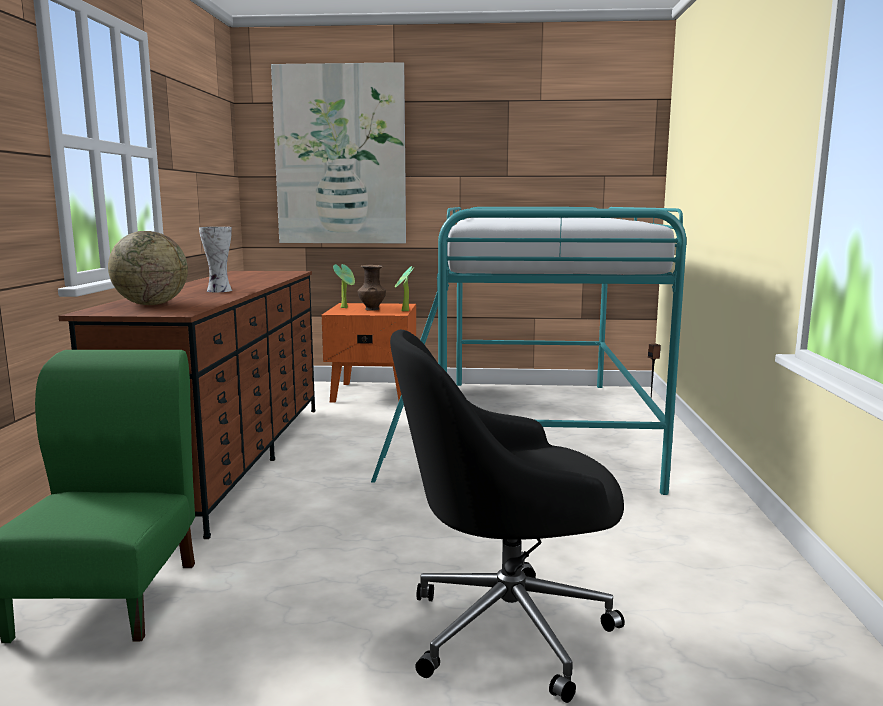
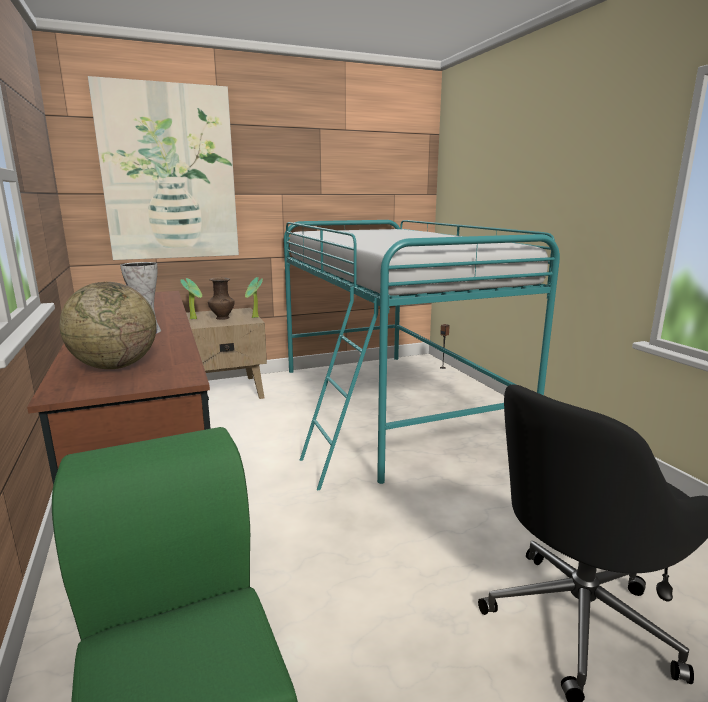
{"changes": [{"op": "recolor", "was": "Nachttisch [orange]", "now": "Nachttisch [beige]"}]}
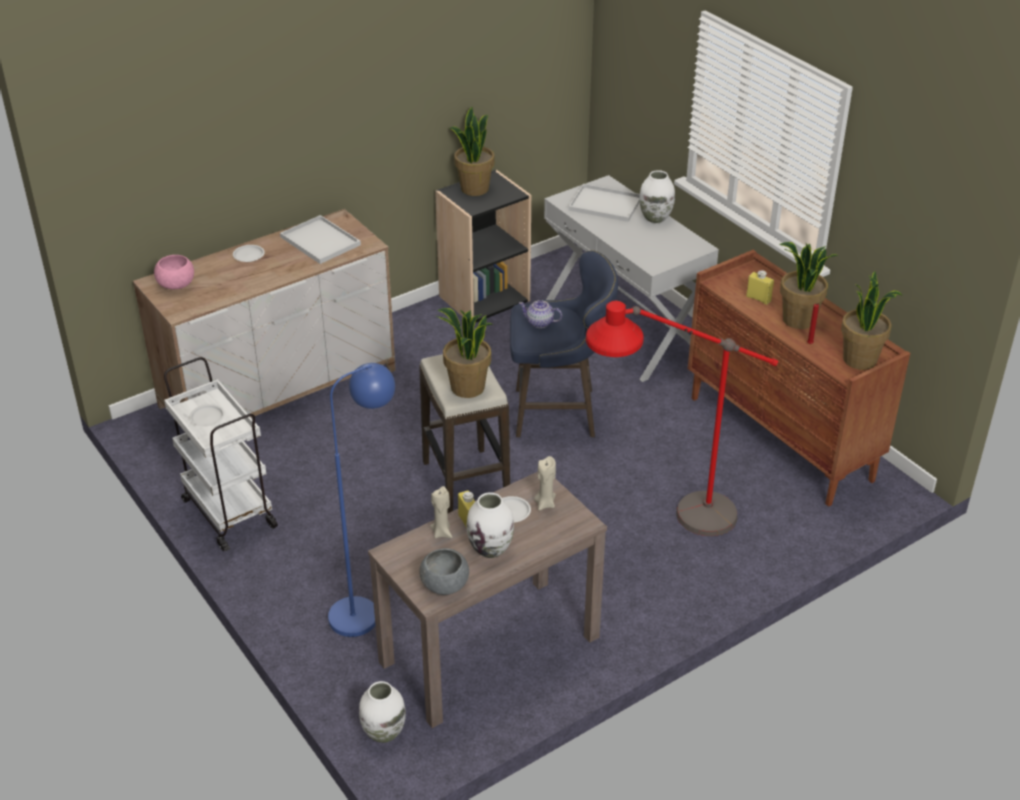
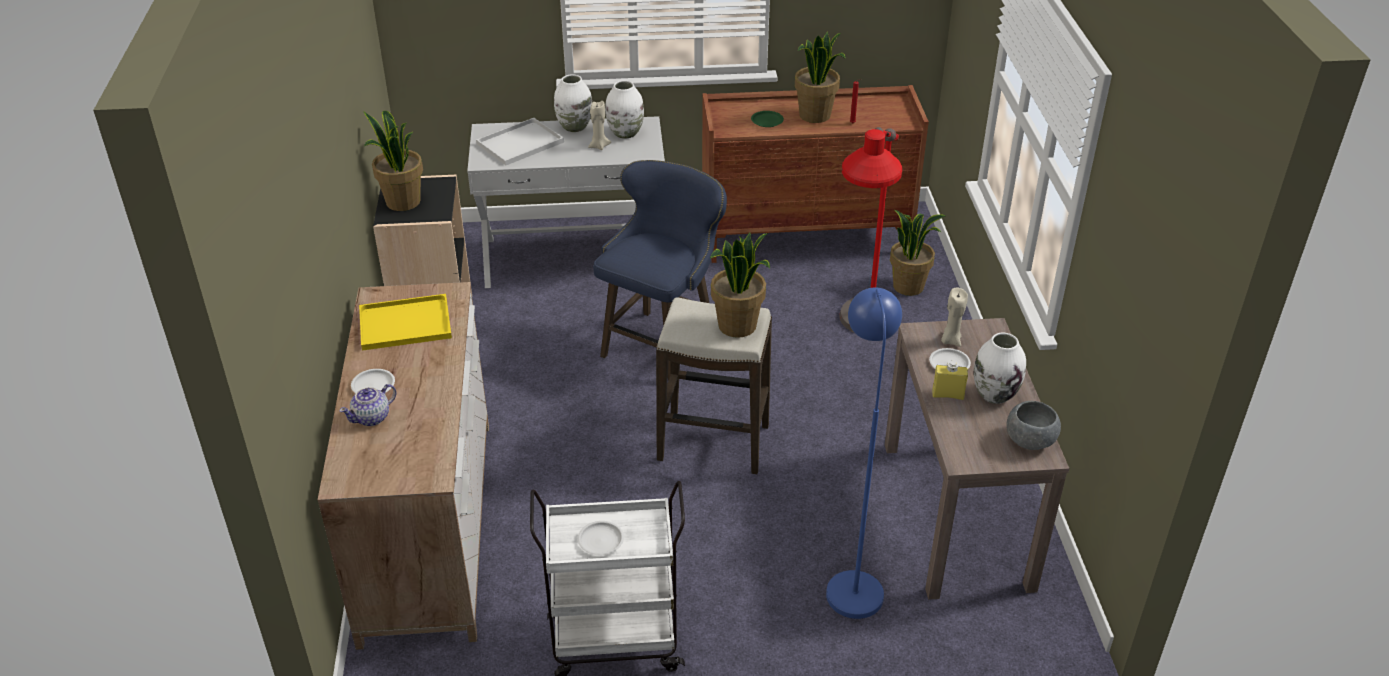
{"changes": [{"op": "delete", "was": "Schüssel [rosa]"}, {"op": "recolor", "was": "Tablett [weiß] (1st from left)", "now": "Tablett [gelb]"}, {"op": "move", "was": "Vase [weiß] (1st from left in the first image)", "now": "Vase [weiß] (2nd from left)"}, {"op": "move", "was": "Kerze [beige] (1st from left)"}, {"op": "move", "was": "Teekanne"}, {"op": "replace", "was": "Flasche [gelb] (2nd from left)", "now": "Teller [grün]"}, {"op": "move", "was": "Topfpflanze (4th from left)"}]}
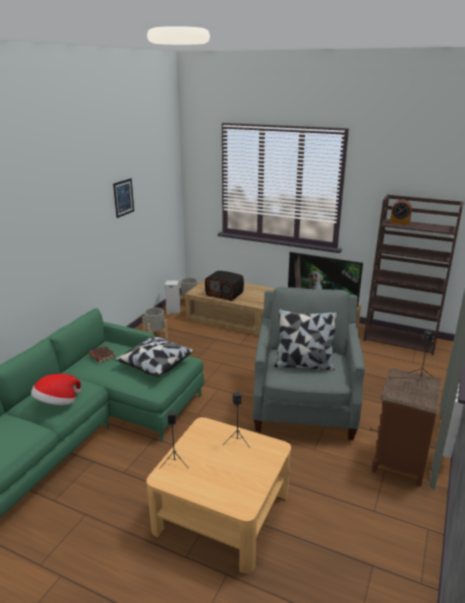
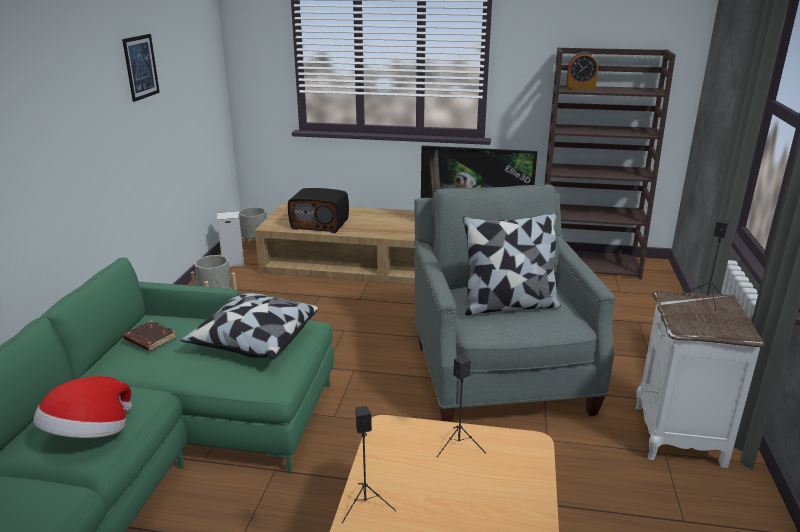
{"changes": [{"op": "recolor", "was": "Nachttisch [braun]", "now": "Nachttisch [weiß]"}]}
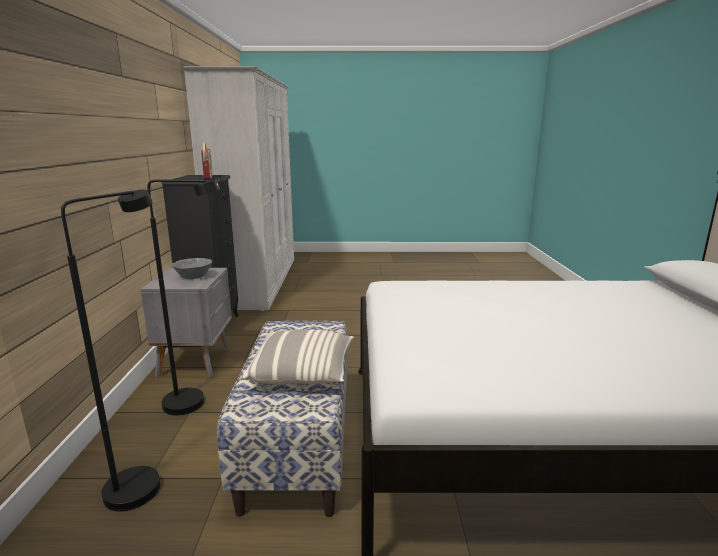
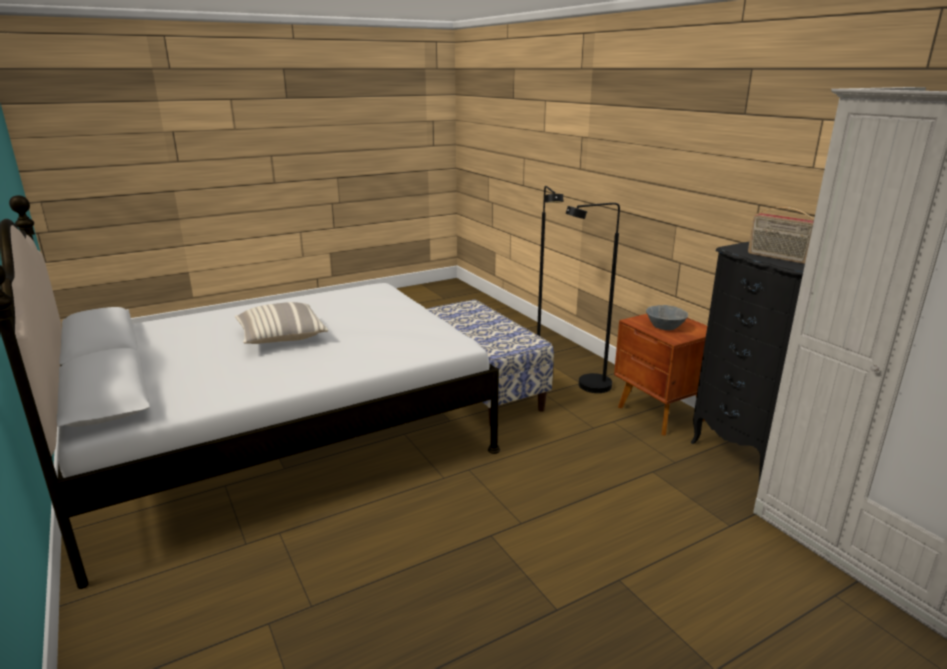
{"changes": [{"op": "recolor", "was": "Nachttisch [grau]", "now": "Nachttisch [braun]"}, {"op": "move", "was": "Kissen"}]}
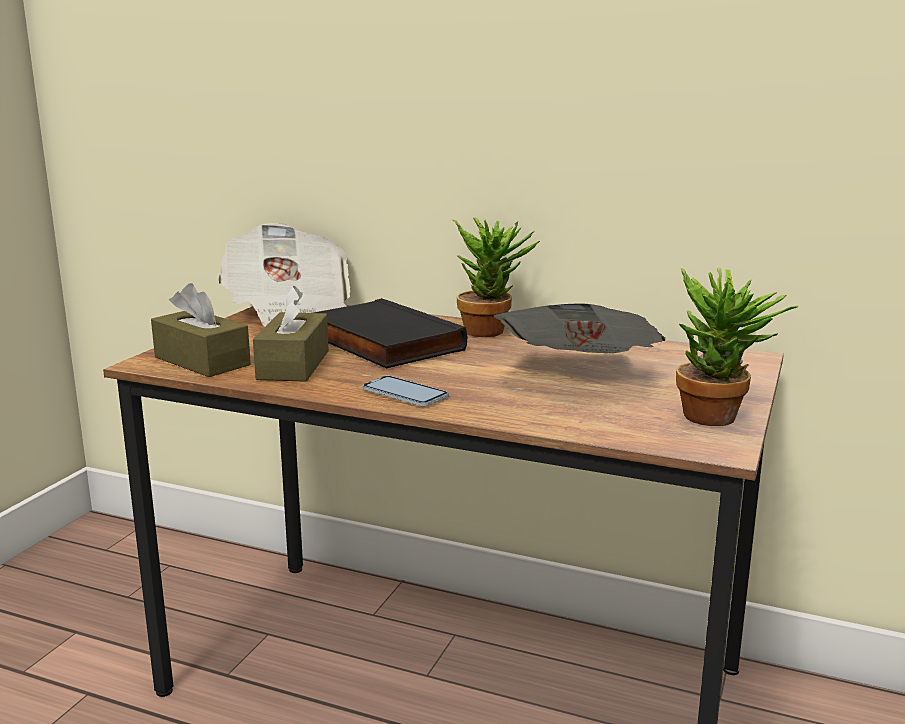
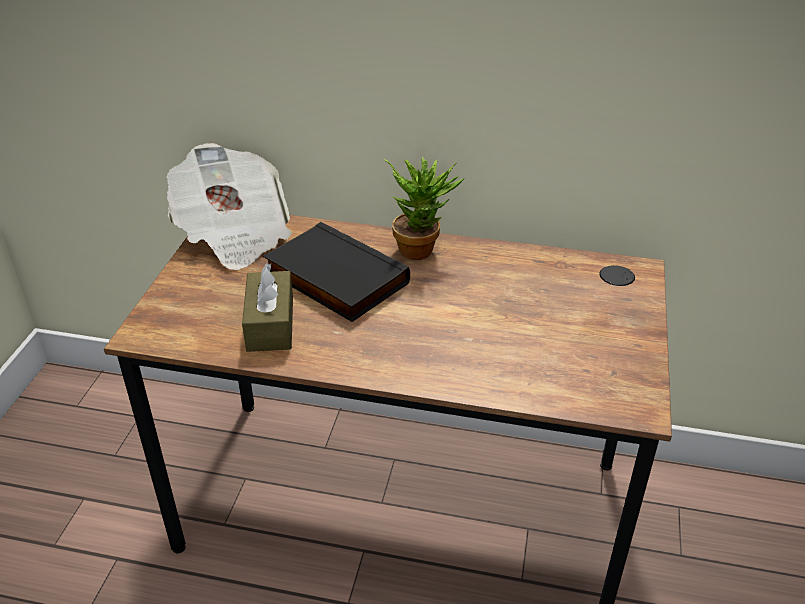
{"changes": [{"op": "delete", "was": "Taschentuchbox [braun] (1st from left)"}, {"op": "delete", "was": "Handy"}, {"op": "delete", "was": "Zeitung (2nd from left)"}, {"op": "delete", "was": "Topfpflanze (2nd from left)"}]}
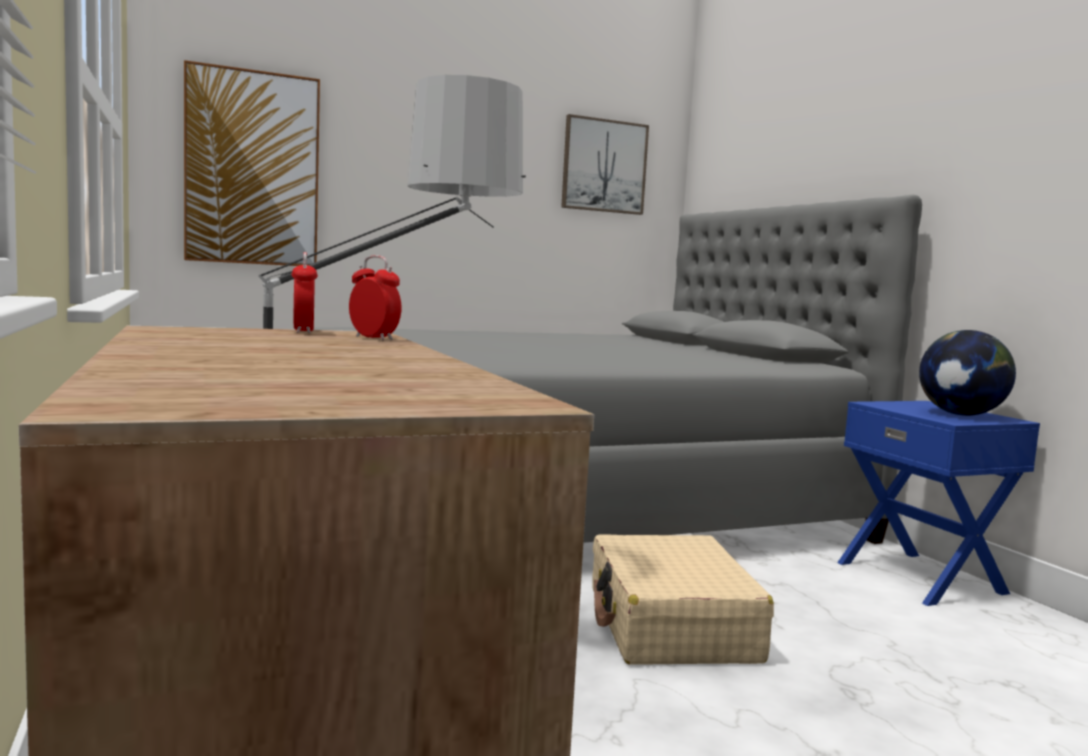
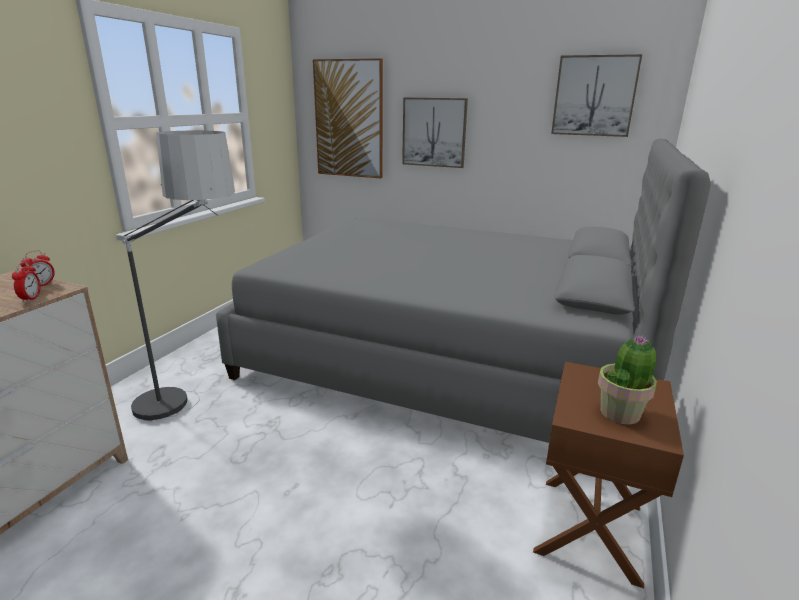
{"changes": [{"op": "delete", "was": "Koffer [beige]"}, {"op": "recolor", "was": "Nachttisch [blau]", "now": "Nachttisch [braun]"}, {"op": "replace", "was": "Globus", "now": "Topfpflanze"}, {"op": "insert", "now": "Bild (2nd from left)"}]}
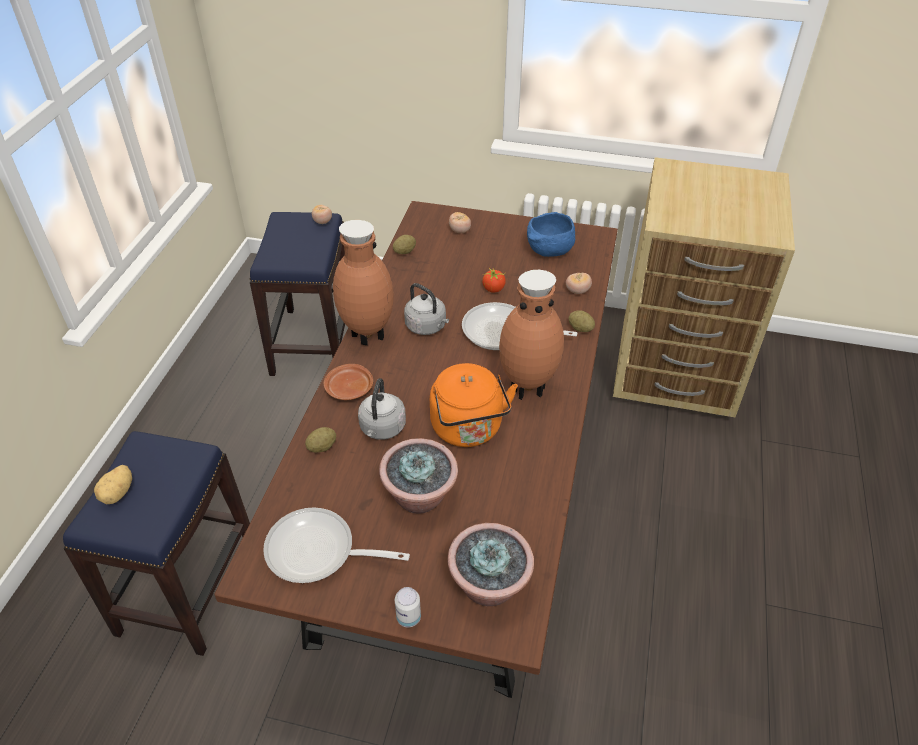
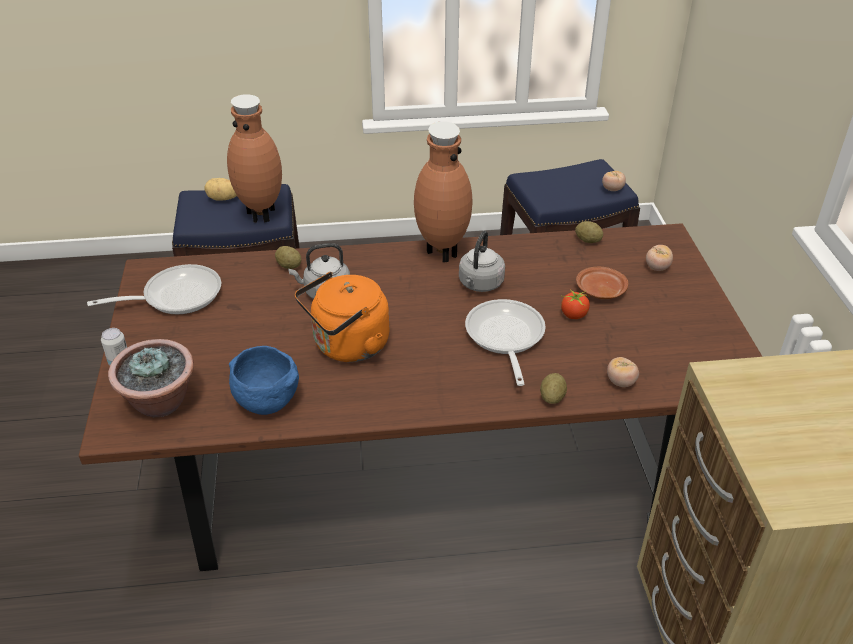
{"changes": [{"op": "rotate", "was": "Pfanne (1st from left)", "clockwise": 75}, {"op": "move", "was": "Teller [braun]"}, {"op": "delete", "was": "Topfpflanze (1st from left)"}, {"op": "move", "was": "Vase [braun] (2nd from left in the first image)", "now": "Vase [braun] (1st from left)"}, {"op": "move", "was": "Schüssel [blau]"}]}
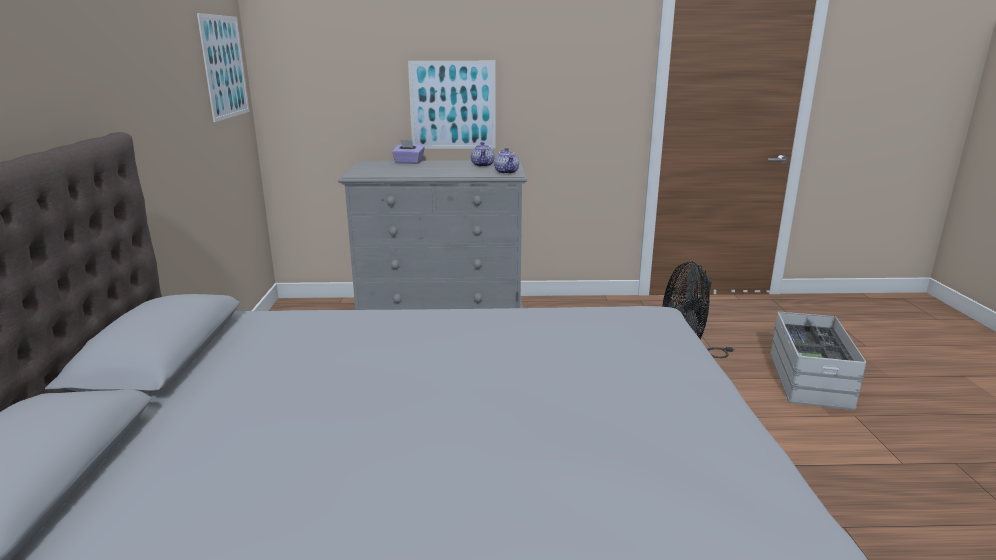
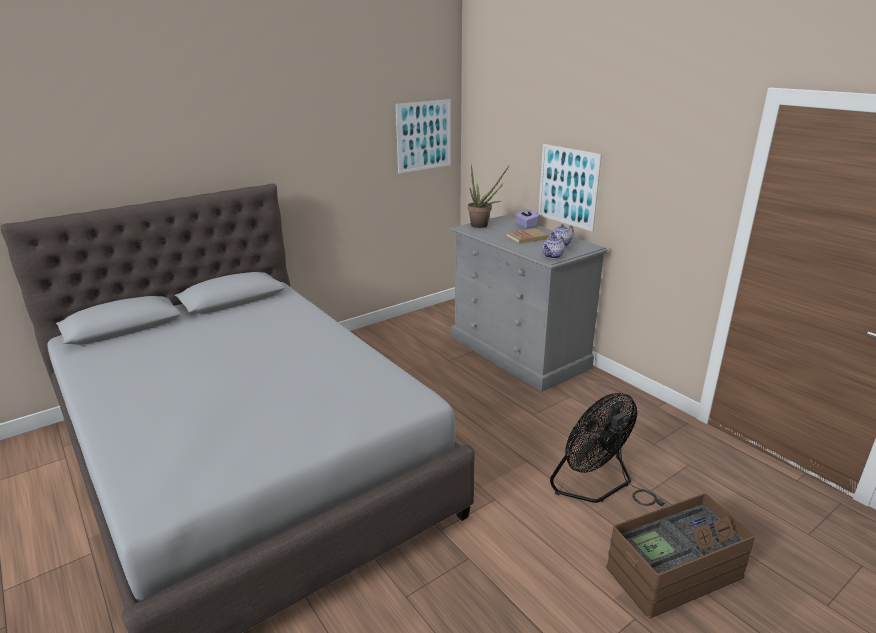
{"changes": [{"op": "recolor", "was": "Aufbewahrungsbox [grau]", "now": "Aufbewahrungsbox [braun]"}, {"op": "insert", "now": "Topfpflanze"}, {"op": "insert", "now": "Buch"}]}
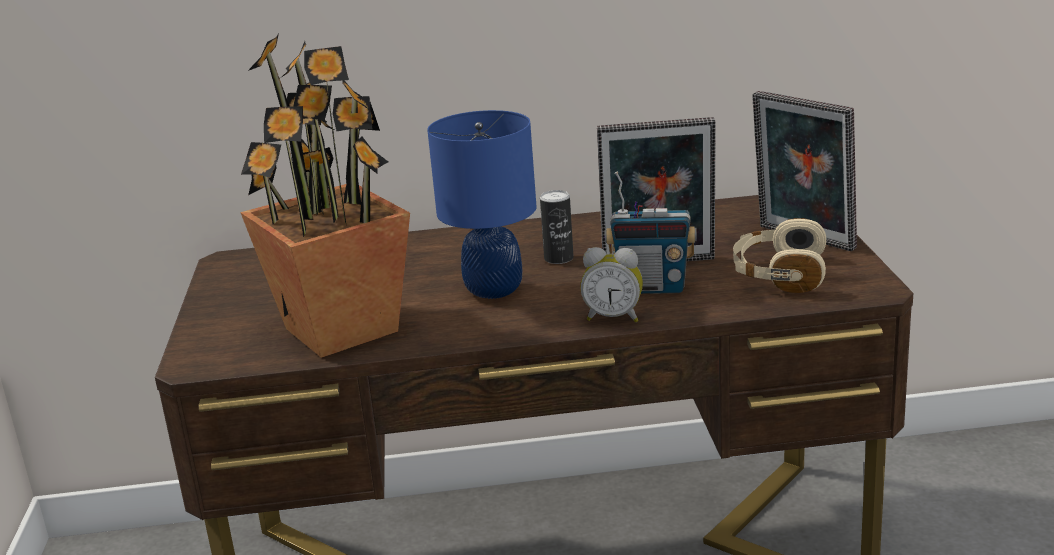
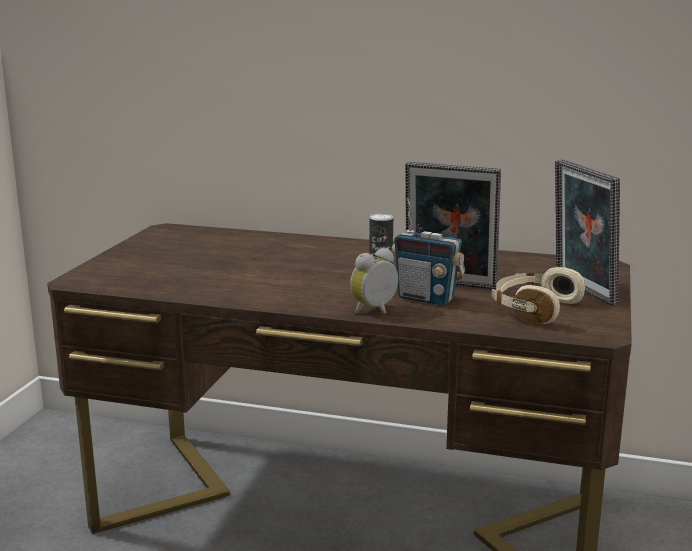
{"changes": [{"op": "delete", "was": "Topfpflanze"}, {"op": "delete", "was": "Tischlampe [blau]"}, {"op": "rotate", "was": "Wecker", "clockwise": 105}]}
